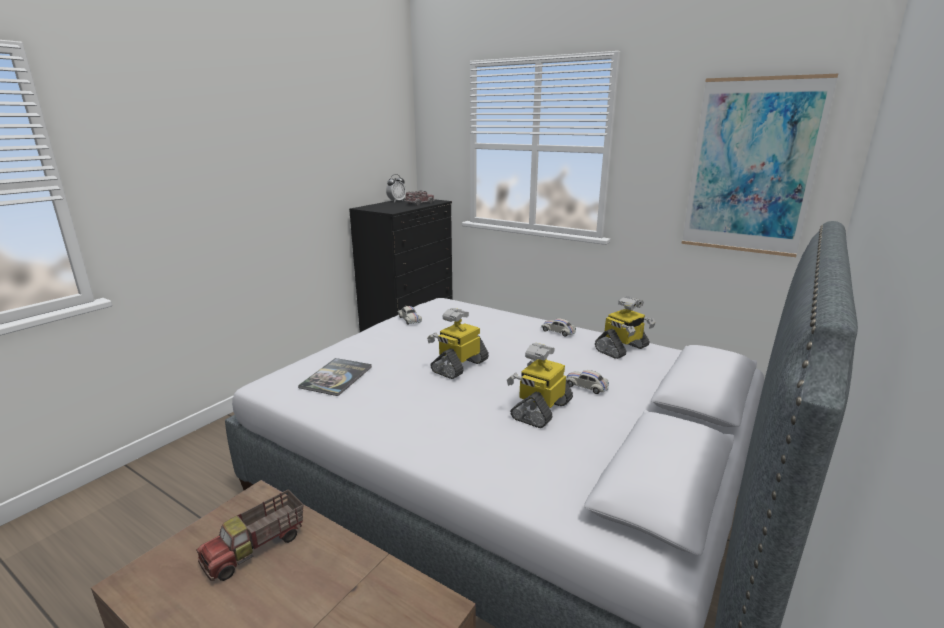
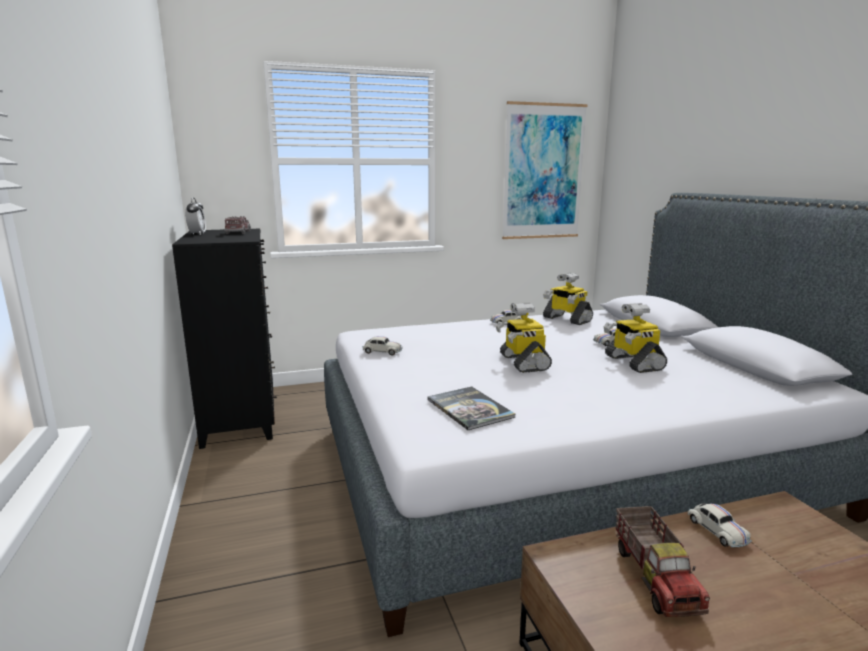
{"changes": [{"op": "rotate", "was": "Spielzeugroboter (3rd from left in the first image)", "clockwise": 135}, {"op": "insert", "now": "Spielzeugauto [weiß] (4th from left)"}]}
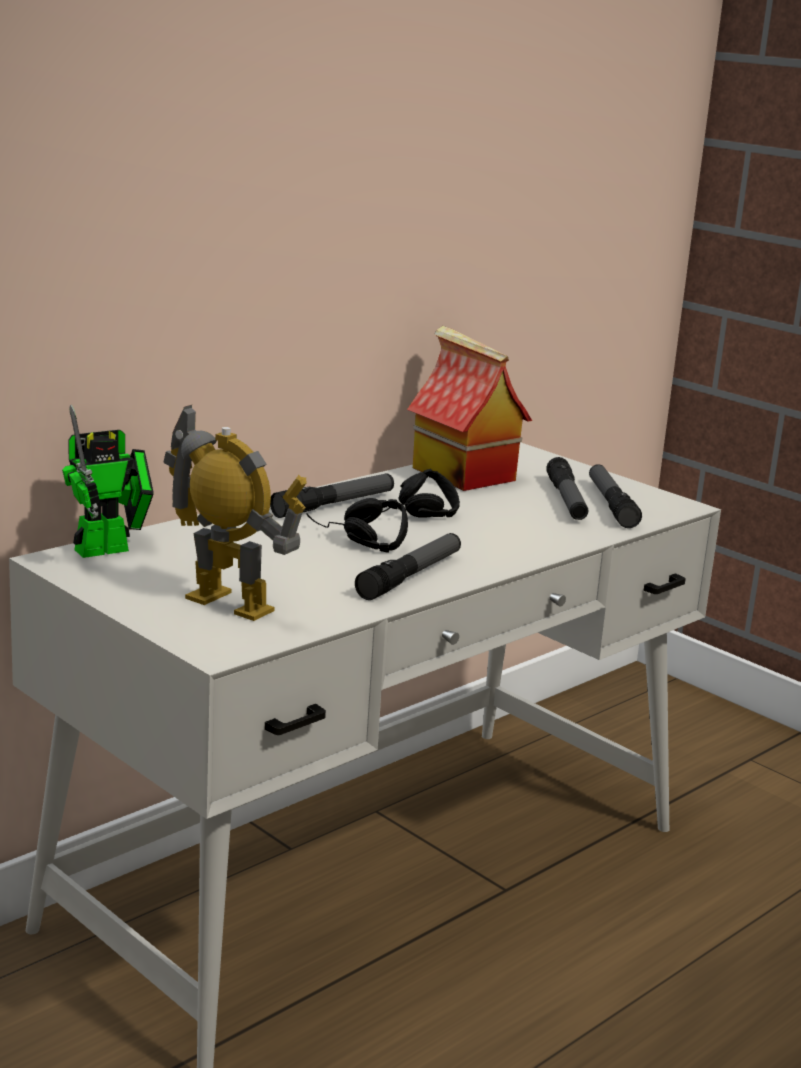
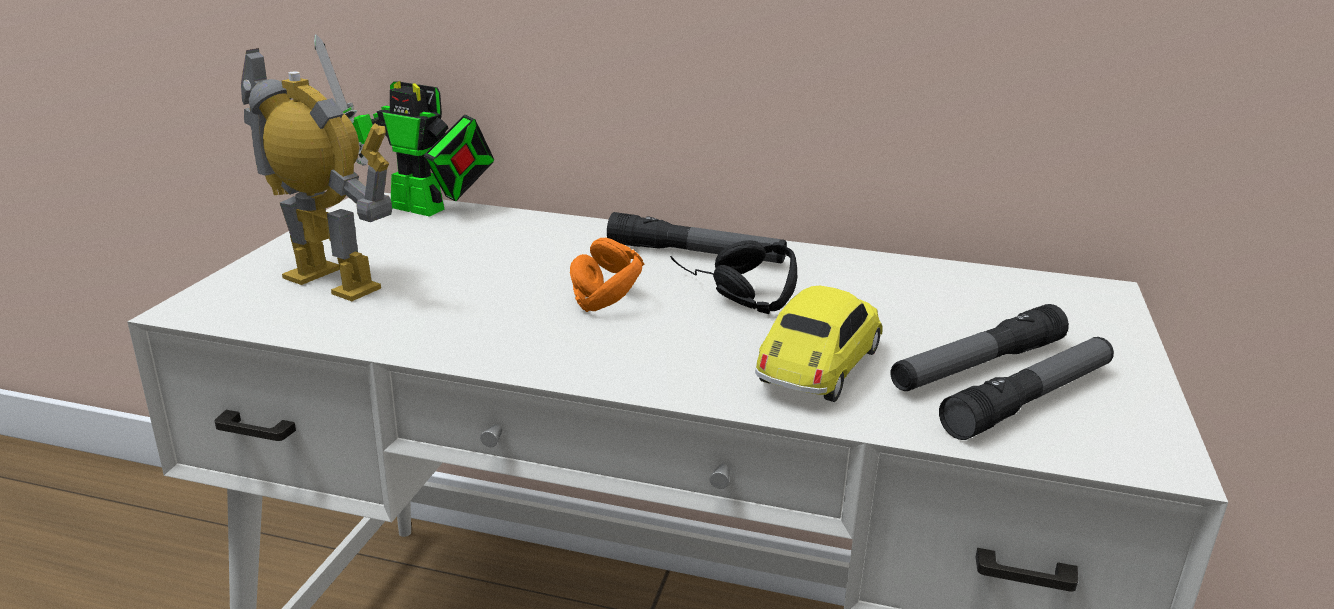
{"changes": [{"op": "rotate", "was": "Spielzeugroboter (2nd from left in the first image)", "clockwise": -60}, {"op": "recolor", "was": "Kopfhörer [schwarz] (1st from left)", "now": "Kopfhörer [orange]"}, {"op": "delete", "was": "Taschenlampe (2nd from left)"}, {"op": "delete", "was": "Spielzeughaus"}, {"op": "insert", "now": "Spielzeugauto"}]}
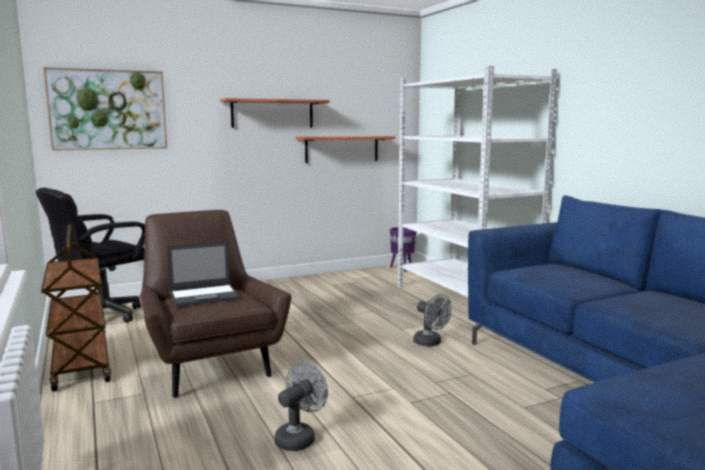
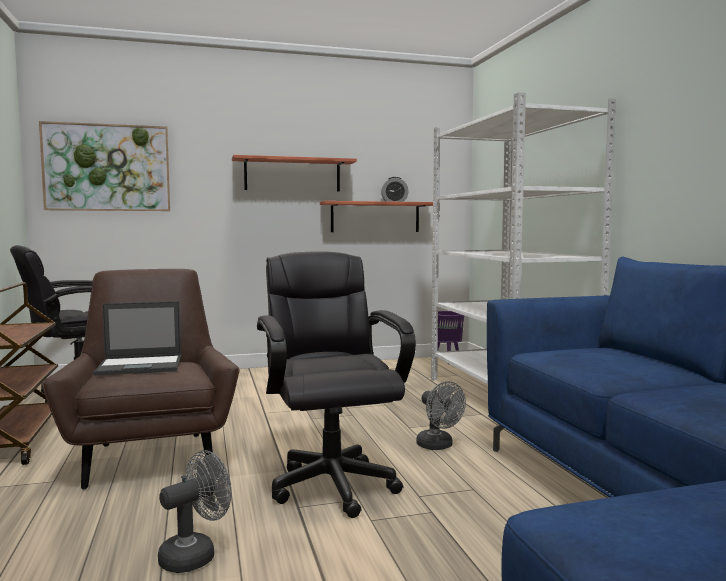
{"changes": [{"op": "insert", "now": "Bürostuhl [schwarz] (2nd from left)"}, {"op": "insert", "now": "Wecker"}]}
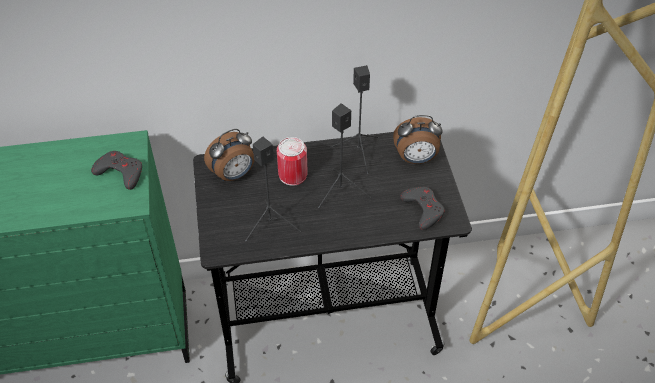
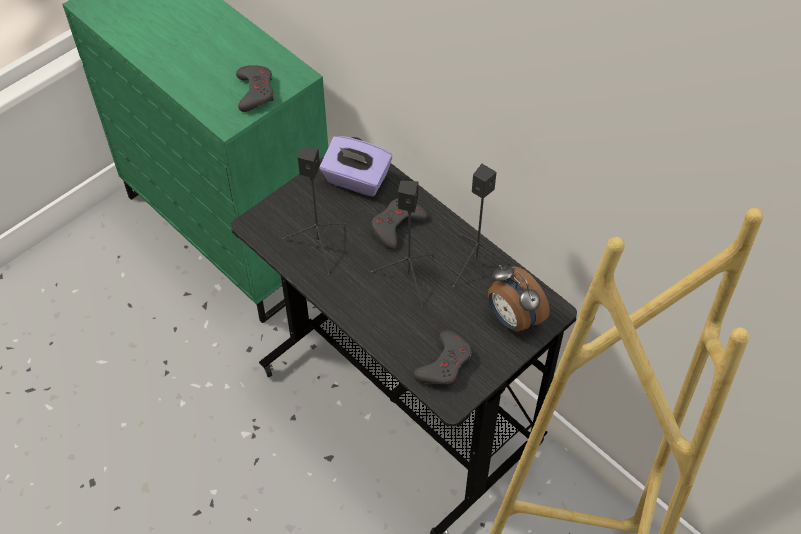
{"changes": [{"op": "replace", "was": "Wecker (1st from left)", "now": "Taschentuchbox [lila]"}, {"op": "replace", "was": "Dose", "now": "Gamepad [grau] (2nd from left)"}]}
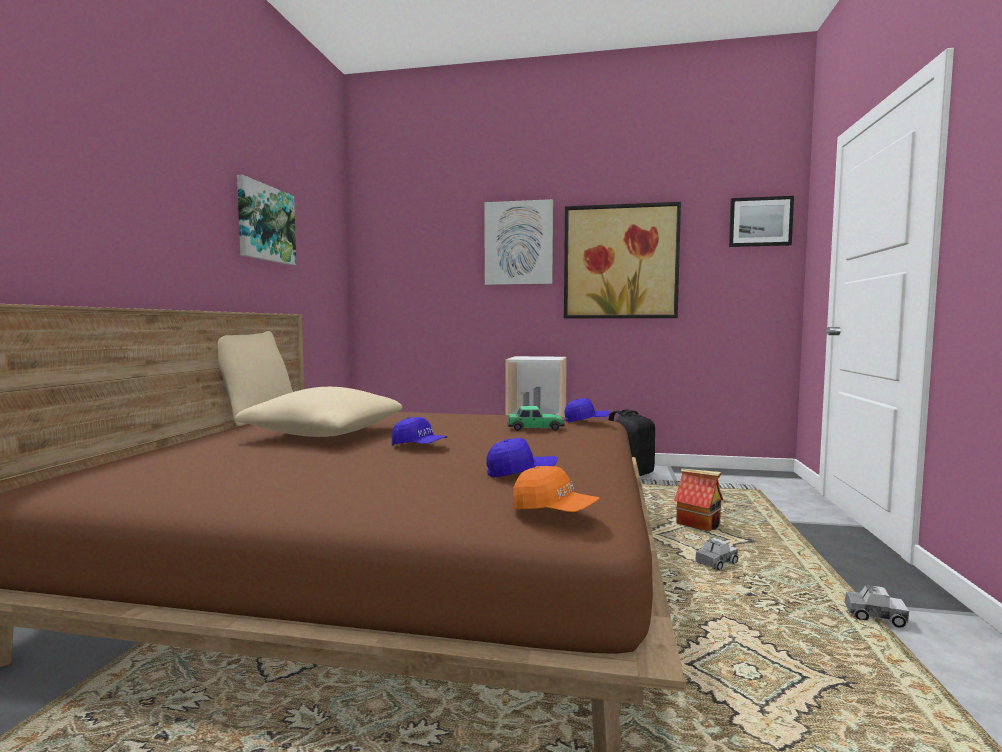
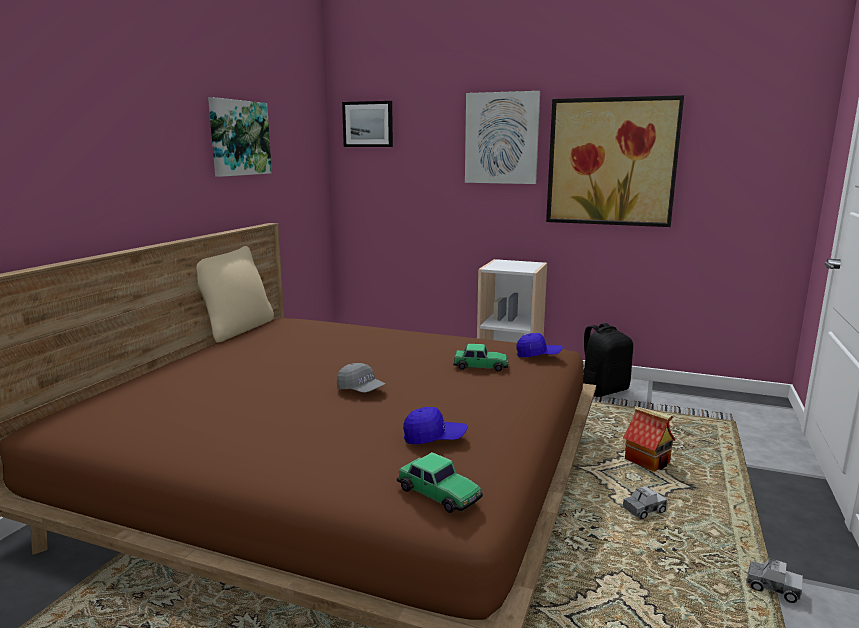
{"changes": [{"op": "delete", "was": "Kissen [beige] (2nd from left)"}, {"op": "recolor", "was": "Kappe [blau] (1st from left)", "now": "Kappe [grau]"}, {"op": "replace", "was": "Kappe [orange]", "now": "Spielzeugauto (1st from left)"}, {"op": "move", "was": "Bild (4th from left in the first image)", "now": "Bild (2nd from left)"}]}
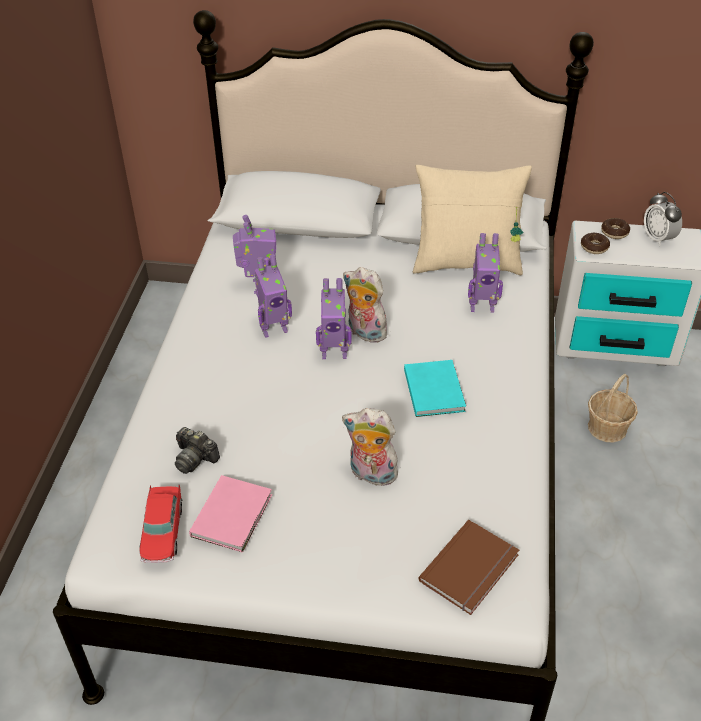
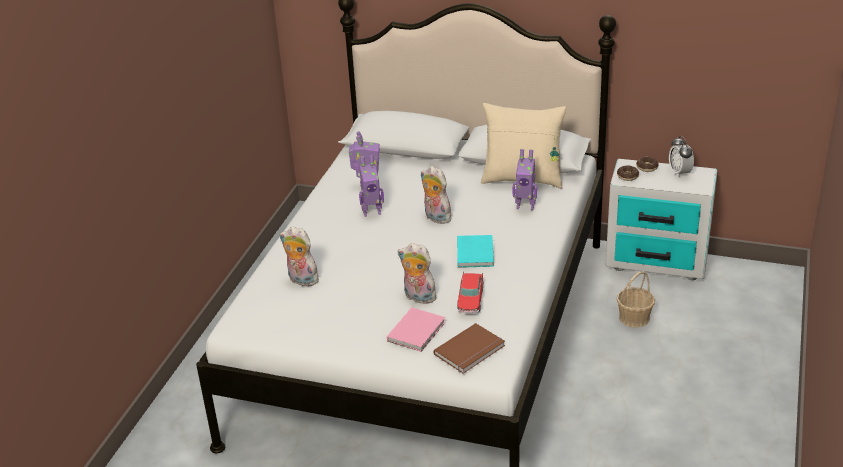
{"changes": [{"op": "move", "was": "Spielzeugauto"}, {"op": "replace", "was": "Kamera", "now": "Plüschtier (1st from left)"}, {"op": "move", "was": "Buch [rosa]"}, {"op": "delete", "was": "Spielzeugroboter (3rd from left)"}]}
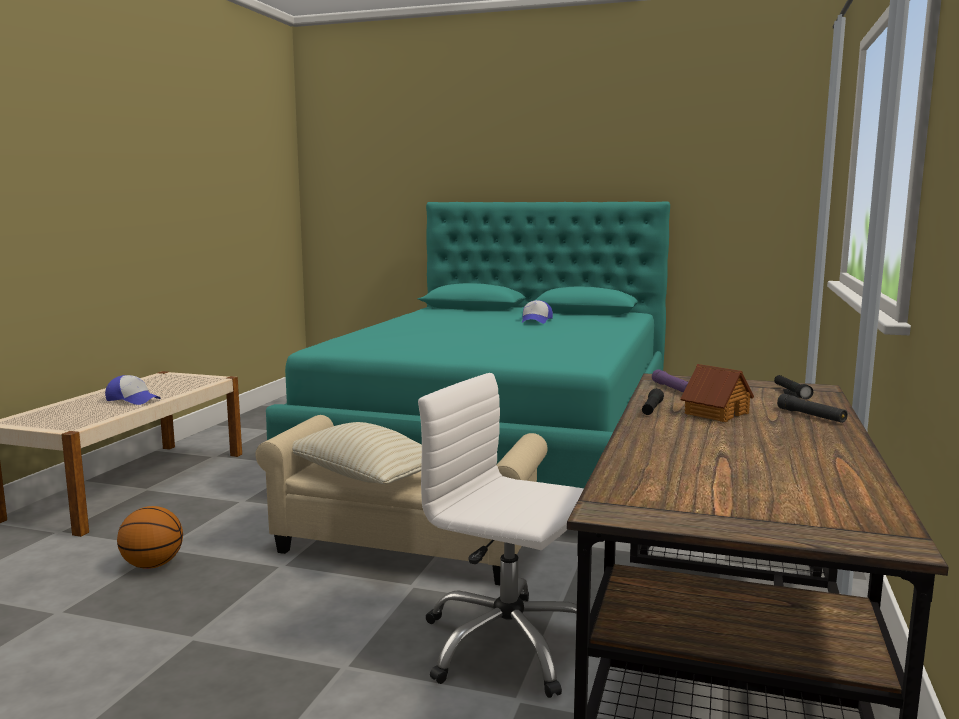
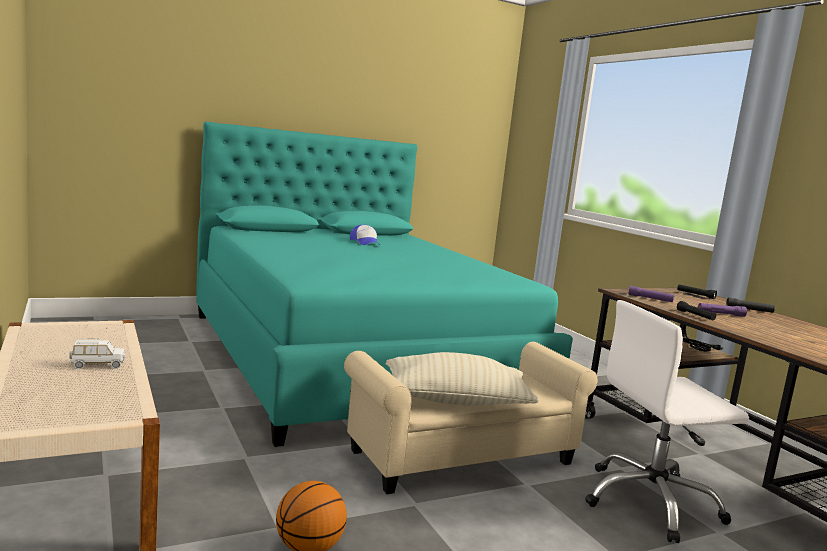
{"changes": [{"op": "replace", "was": "Kappe (1st from left)", "now": "Spielzeugauto [weiß]"}, {"op": "replace", "was": "Spielzeughaus", "now": "Taschenlampe [lila] (2nd from left)"}]}
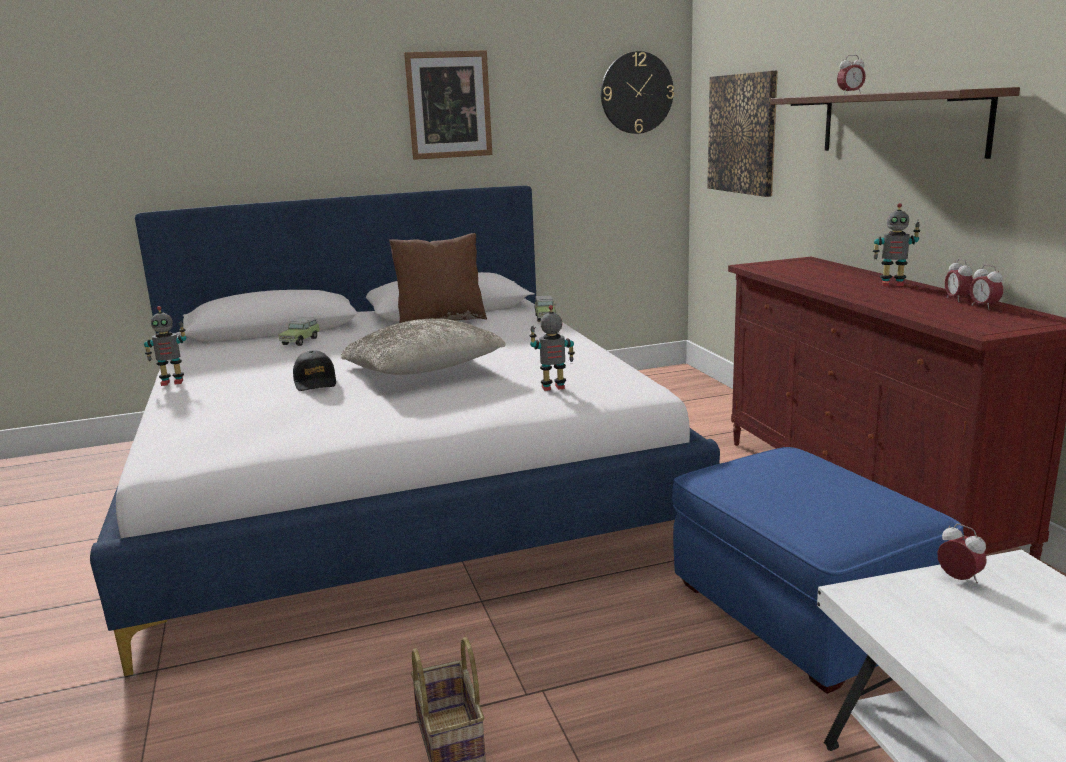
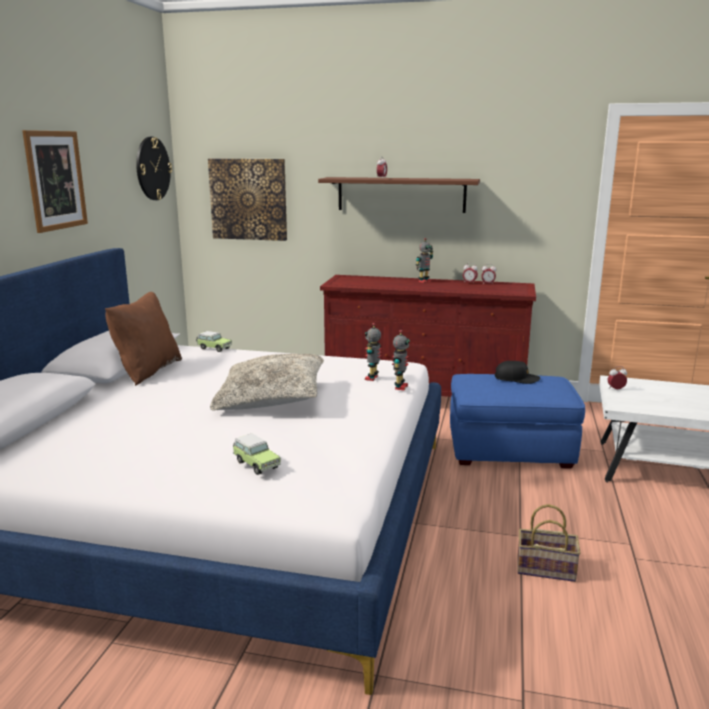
{"changes": [{"op": "move", "was": "Spielzeugroboter (1st from left in the first image)", "now": "Spielzeugroboter (2nd from left)"}, {"op": "move", "was": "Spielzeugauto (1st from left in the first image)", "now": "Spielzeugauto (2nd from left)"}, {"op": "move", "was": "Kappe [schwarz]"}]}
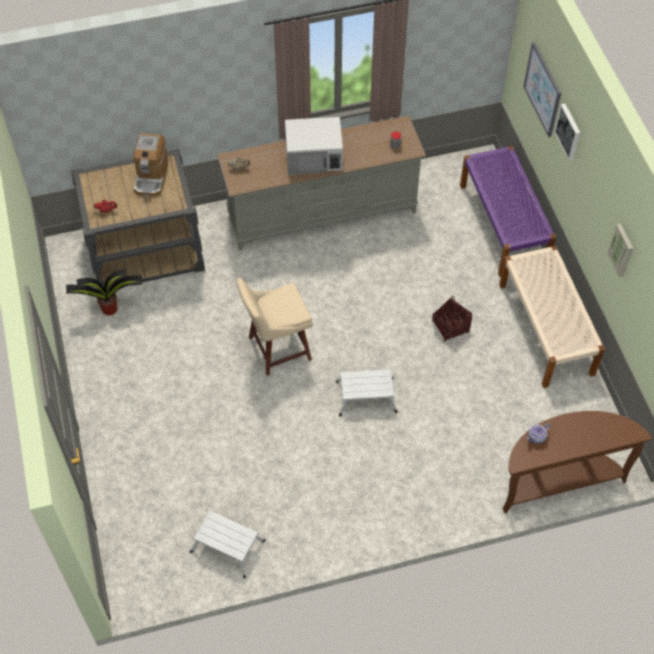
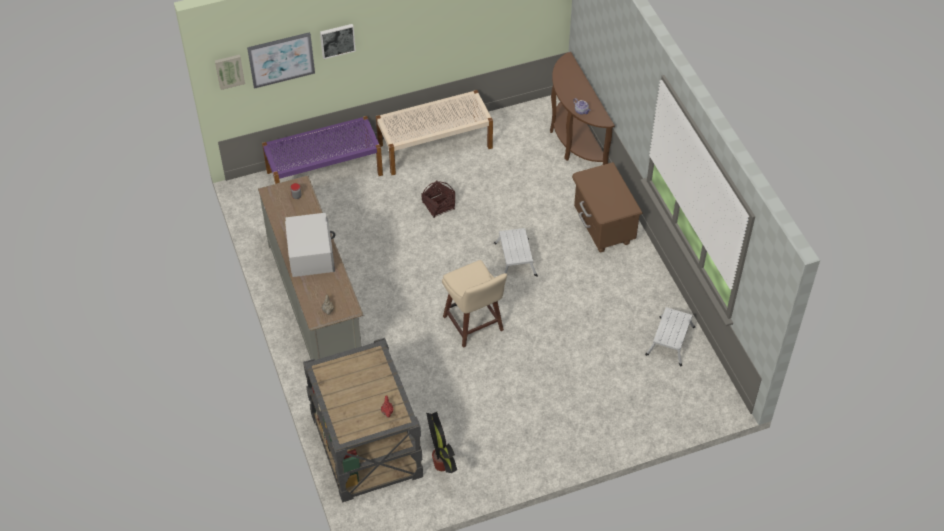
{"changes": [{"op": "delete", "was": "Kaffeemaschine"}, {"op": "move", "was": "Bild (3rd from left in the first image)", "now": "Bild (1st from left)"}, {"op": "insert", "now": "Nachttisch [braun]"}]}
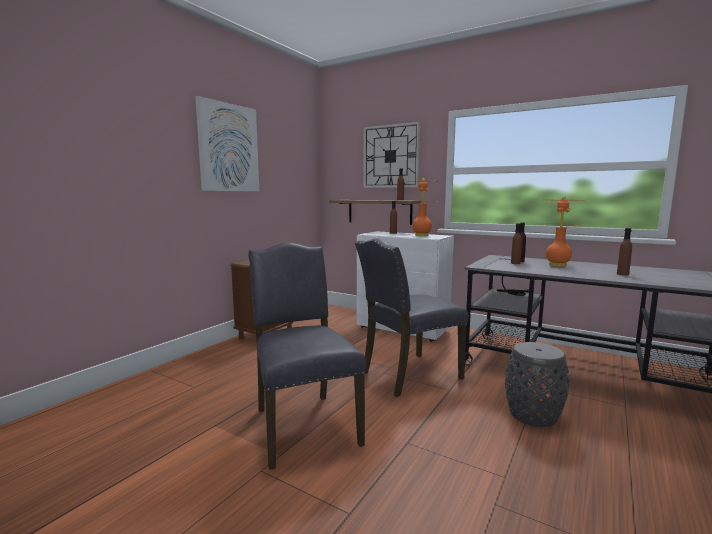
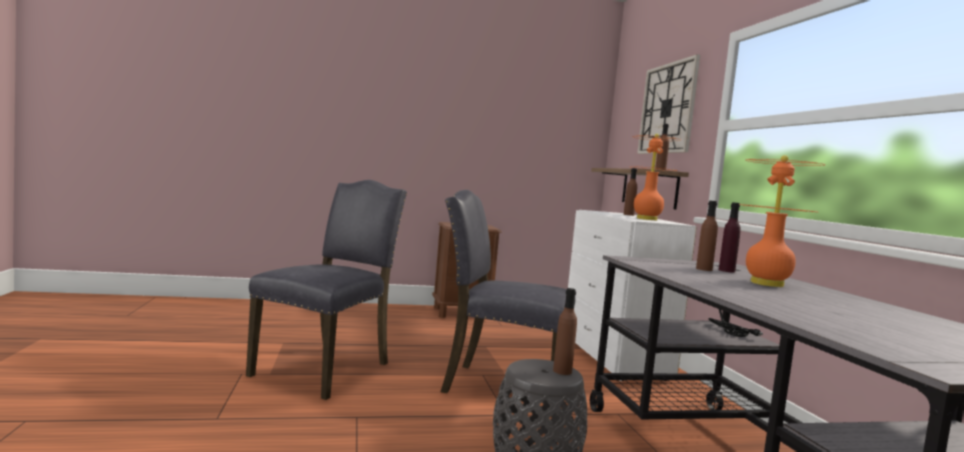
{"changes": [{"op": "delete", "was": "Bild"}, {"op": "move", "was": "Flasche [braun] (4th from left in the first image)", "now": "Flasche [braun] (1st from left)"}]}
